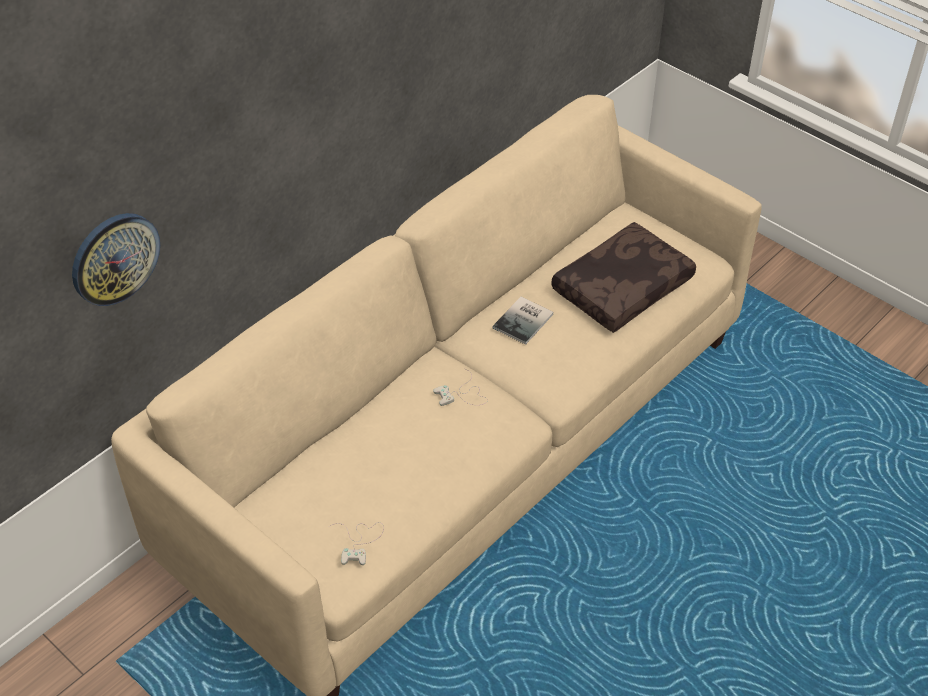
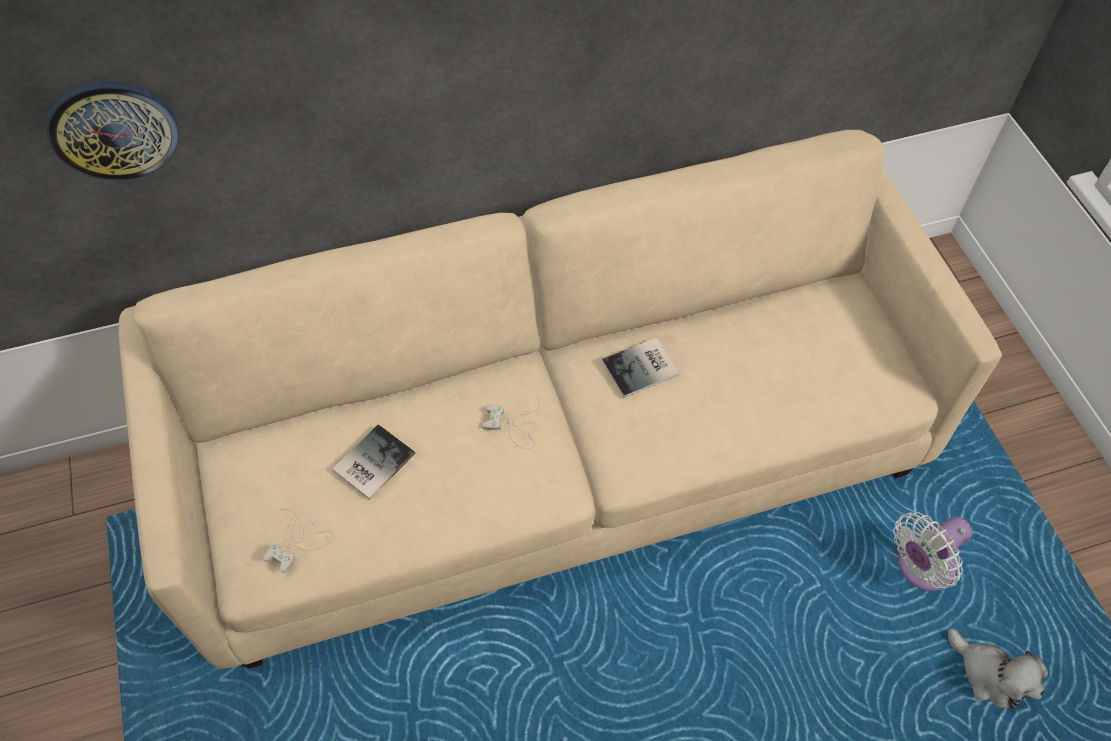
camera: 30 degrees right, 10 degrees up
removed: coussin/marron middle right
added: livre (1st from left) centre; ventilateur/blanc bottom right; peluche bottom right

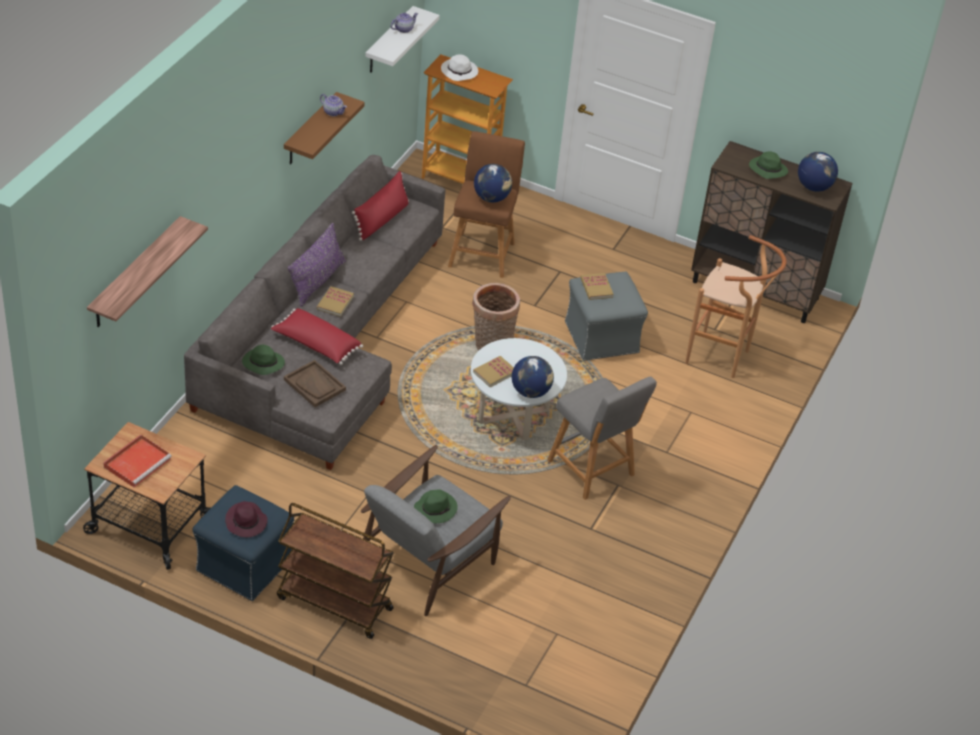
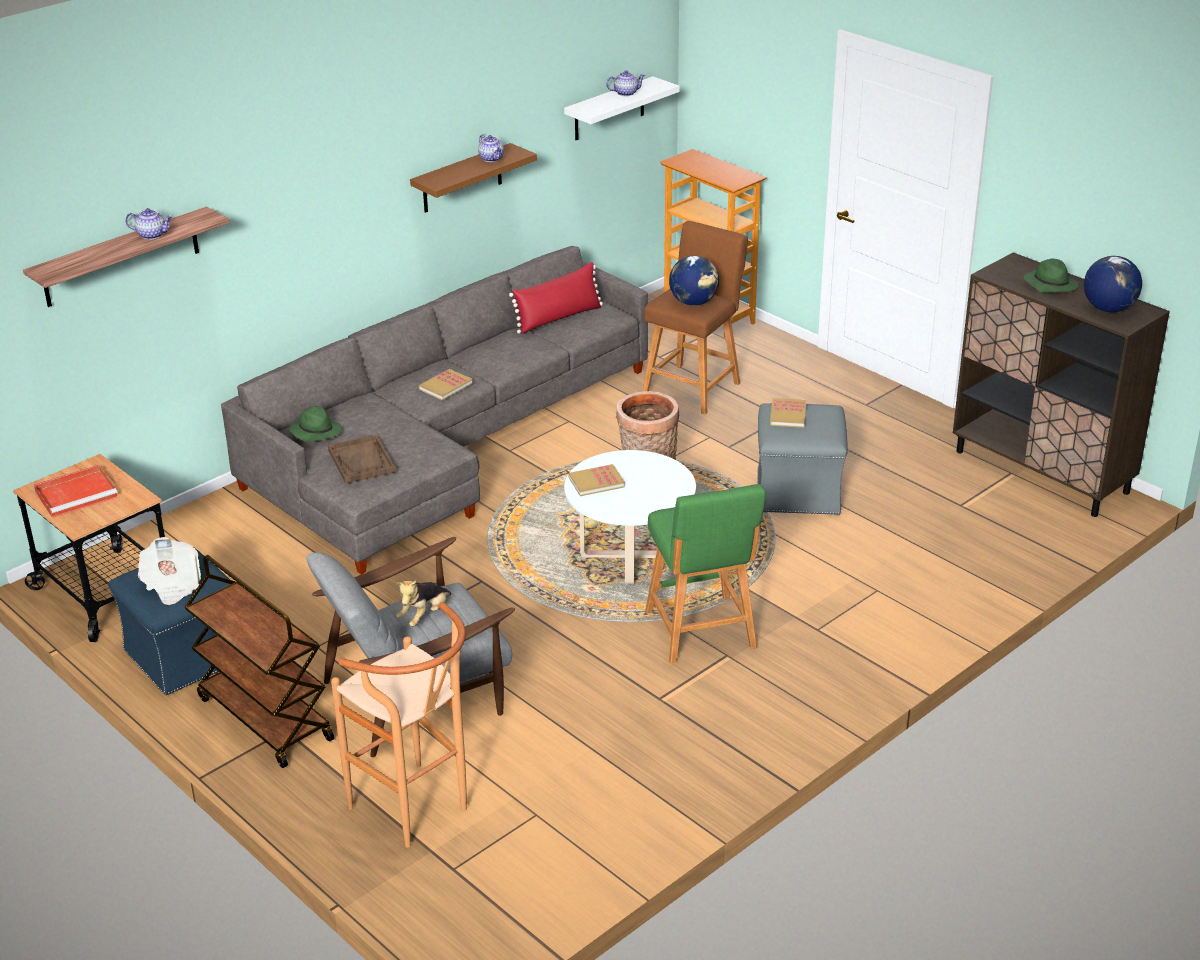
camera: 25 degrees right, 10 degrees down
removed: chapeau/blanc top centre; coussin/violet middle left; coussin/rouge (1st from left) middle left; globe (2nd from left) centre
added: théière (1st from left) top left
moved: tabouret/marron (2nd from left in the first image) middle right to tabouret/marron (1st from left) bottom left
replaced: chapeau/vert (2nd from left) bottom centre to peluche centre; chapeau/violet bottom left to journal middle left
recoloured: tabouret/gris centre to tabouret/vert centre

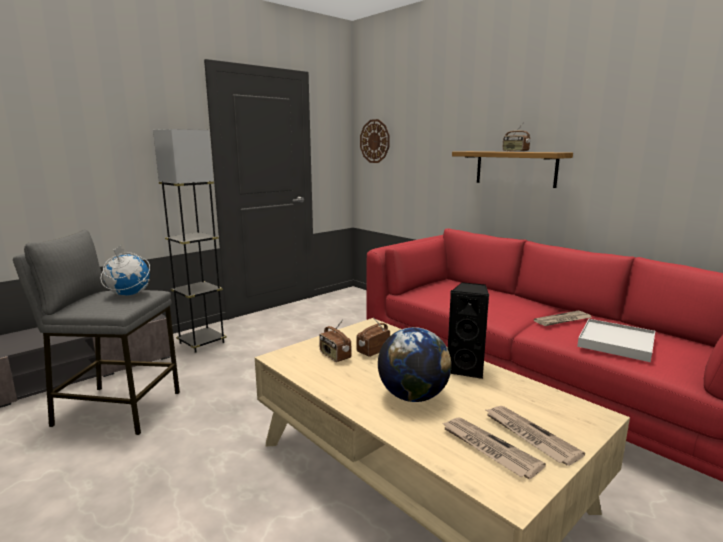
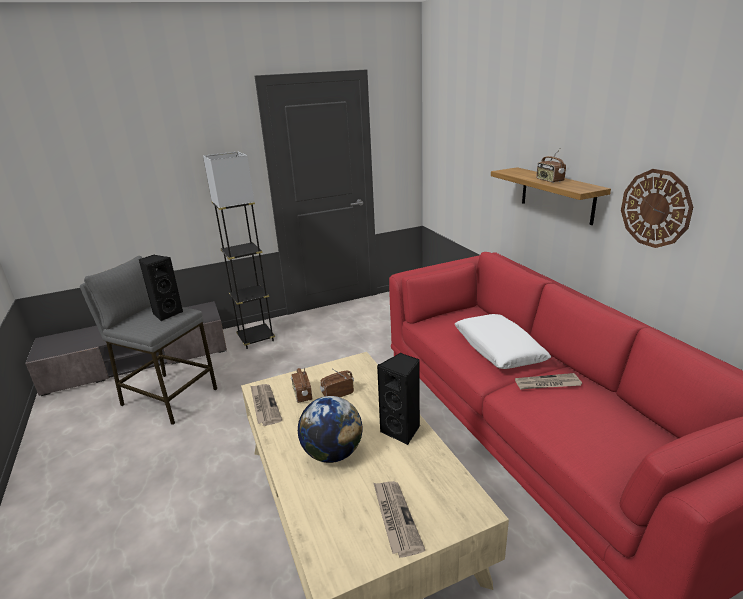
camera: 20 degrees right, 10 degrees up
removed: plateau/blanc middle right
added: coussin/blanc middle right
moved: horloge murale top centre to middle right; journal (1st from left) bottom right to bottom centre
replaced: globe (1st from left) middle left to enceinte/noir (1st from left) middle left

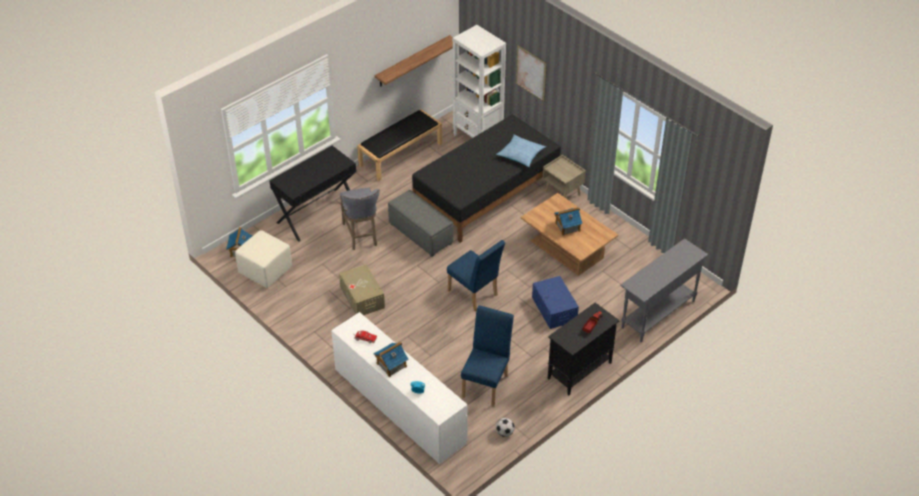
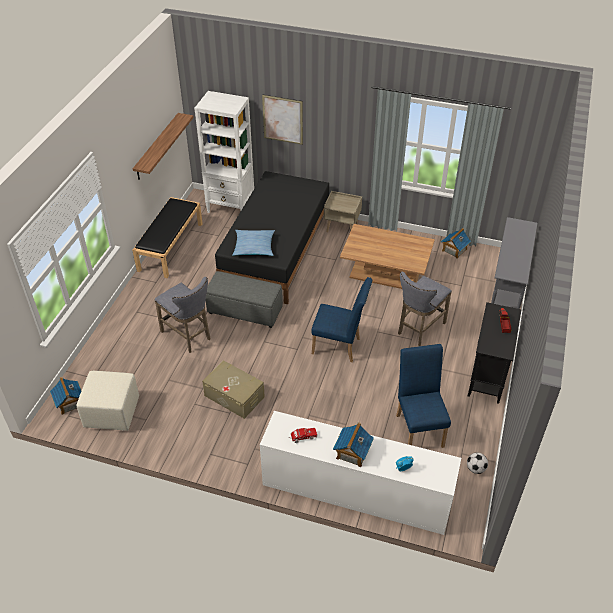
camera: 30 degrees left, 0 degrees up
removed: bureau/noir centre
moved: coussin top centre to centre; maison miniature (3rd from left) centre to middle right
replaced: boîte de rangement/bleu centre to tabouret/gris (2nd from left) middle right

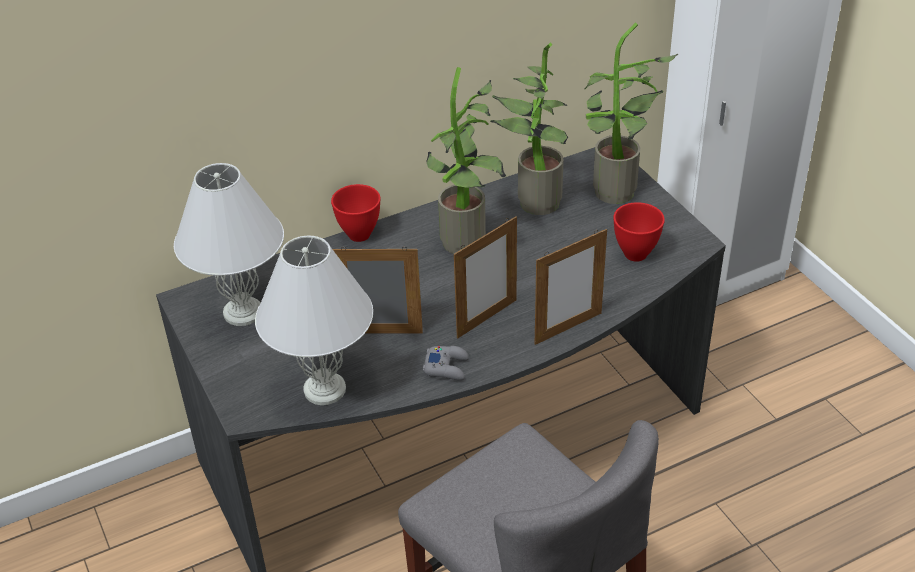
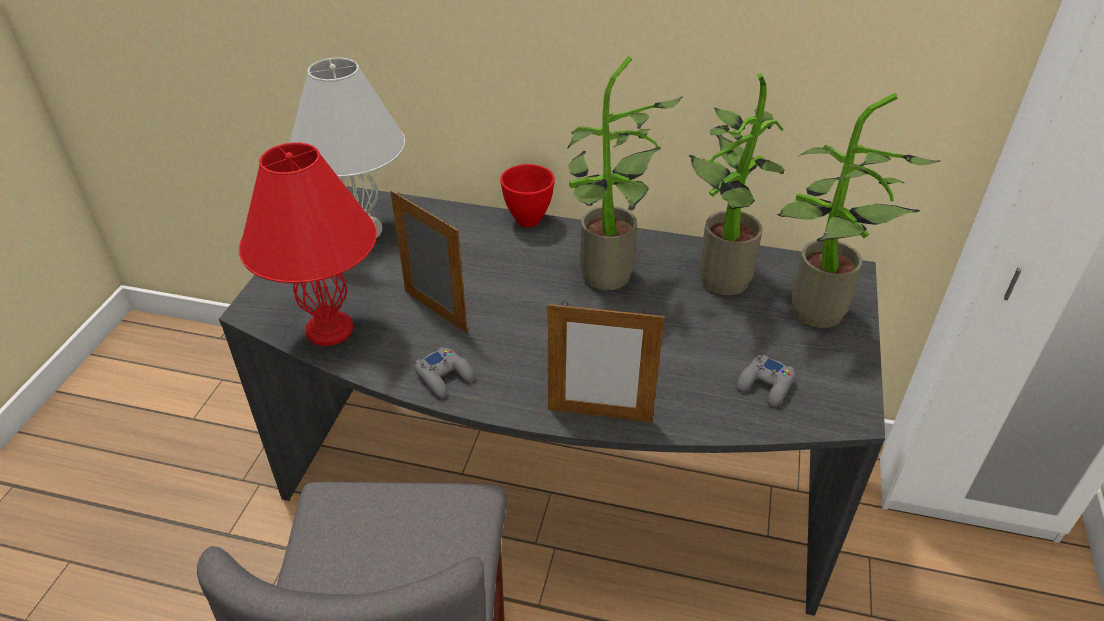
camera: 40 degrees right, 0 degrees up
removed: cadre photo (2nd from left) centre
replaced: bol/rouge (2nd from left) middle right to manette/gris (2nd from left) middle right
recoloured: lampe de table/blanc (2nd from left) centre to lampe de table/rouge middle left

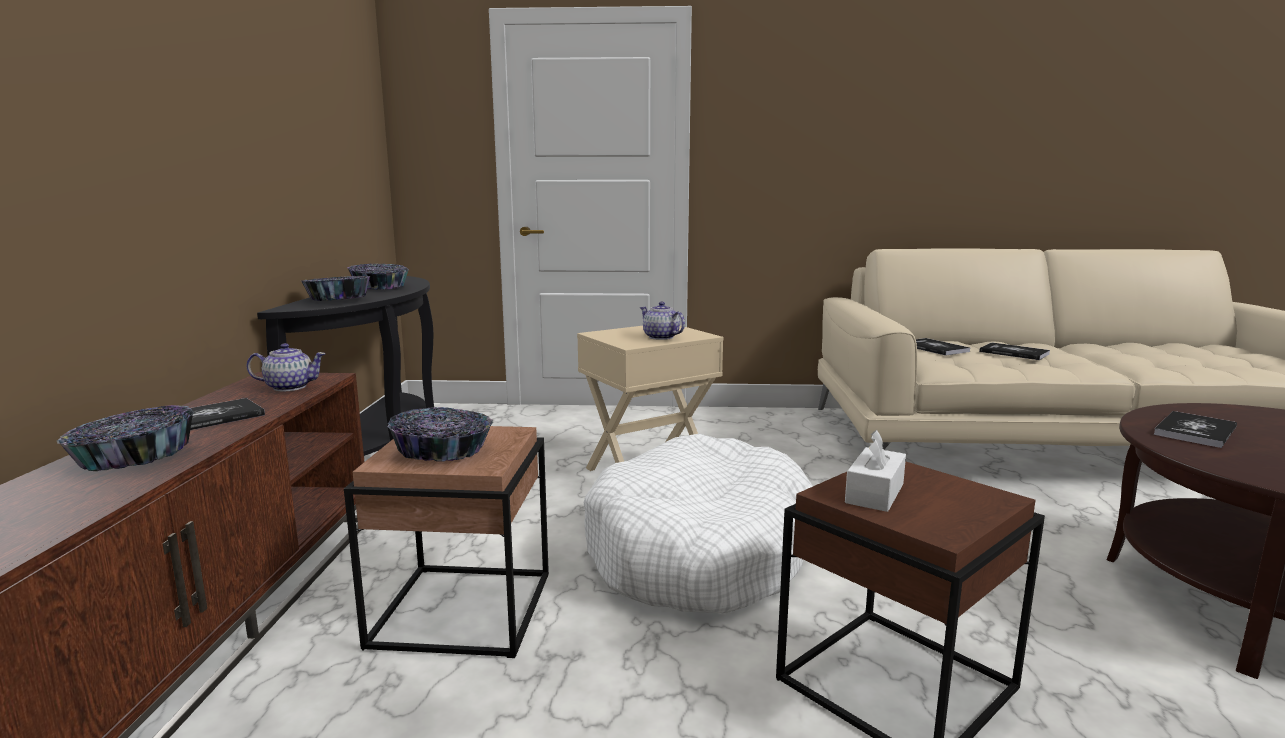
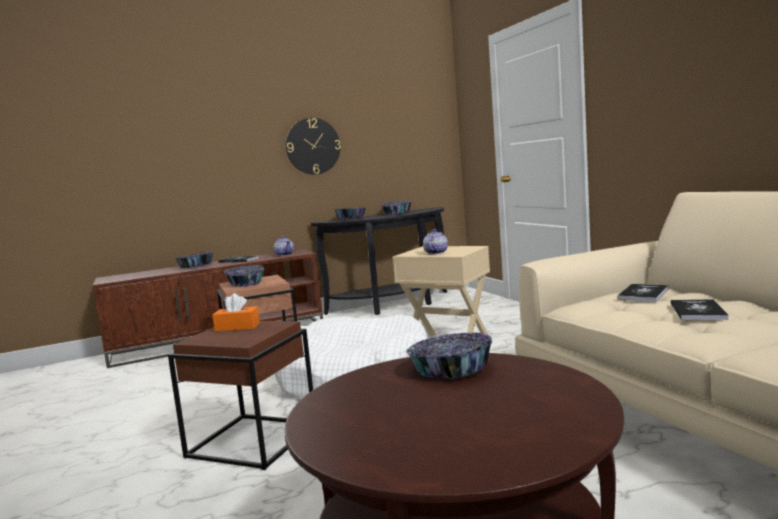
camera: 65 degrees right, 5 degrees down
added: horloge murale top centre
replaced: livre (4th from left) middle right to bol (5th from left) bottom centre
recoloured: boîte à mouchoirs/blanc middle right to boîte à mouchoirs/orange middle left

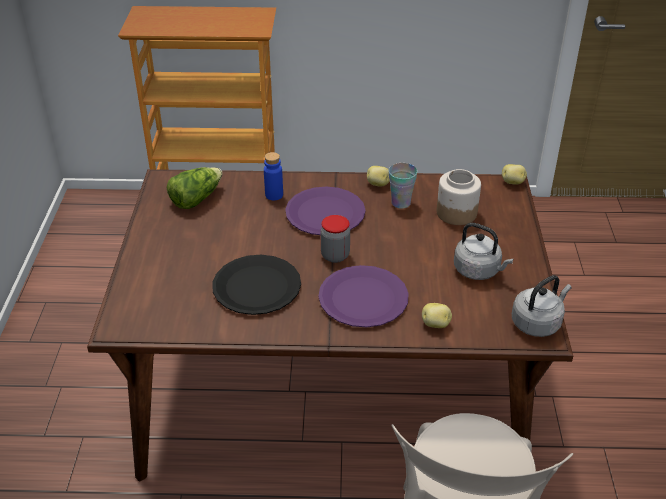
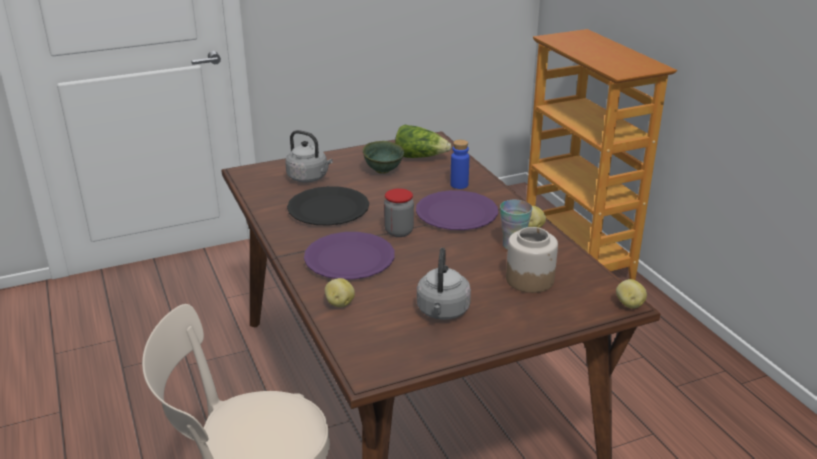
camera: 65 degrees right, 10 degrees down
added: bol/vert centre
moved: bouilloire/gris (2nd from left in the first image) middle right to bouilloire/gris (1st from left) centre

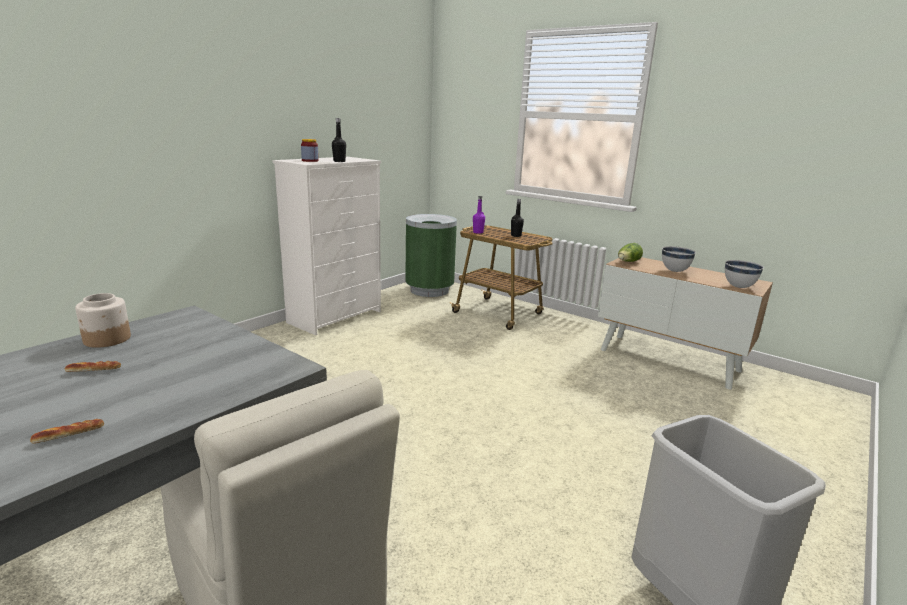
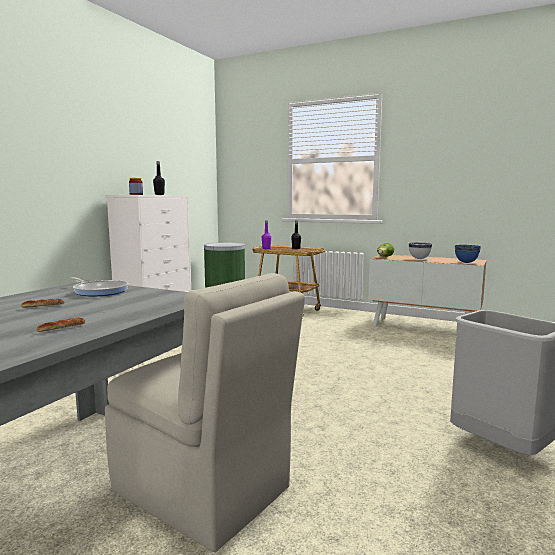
camera: 10 degrees left, 10 degrees down
removed: bocal (1st from left) middle left
added: poêle middle left
recoloured: bol/blanc (2nd from left) middle right to bol/bleu middle right

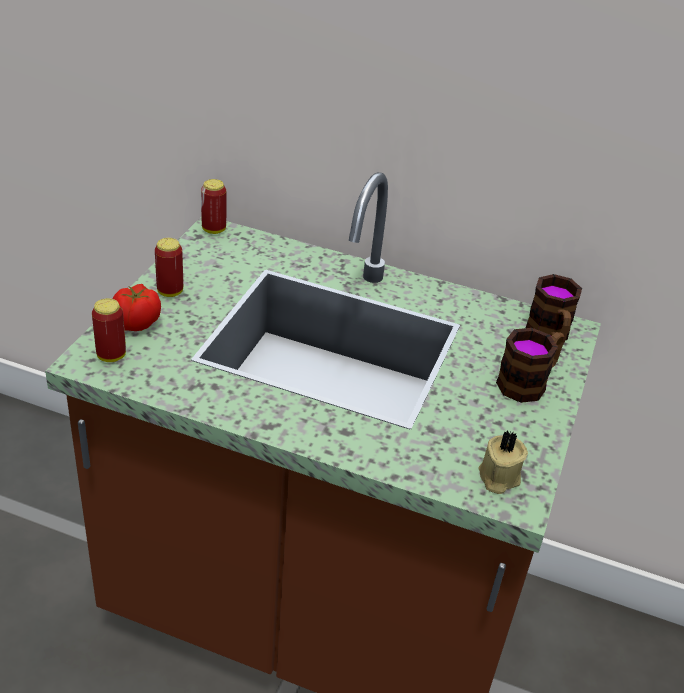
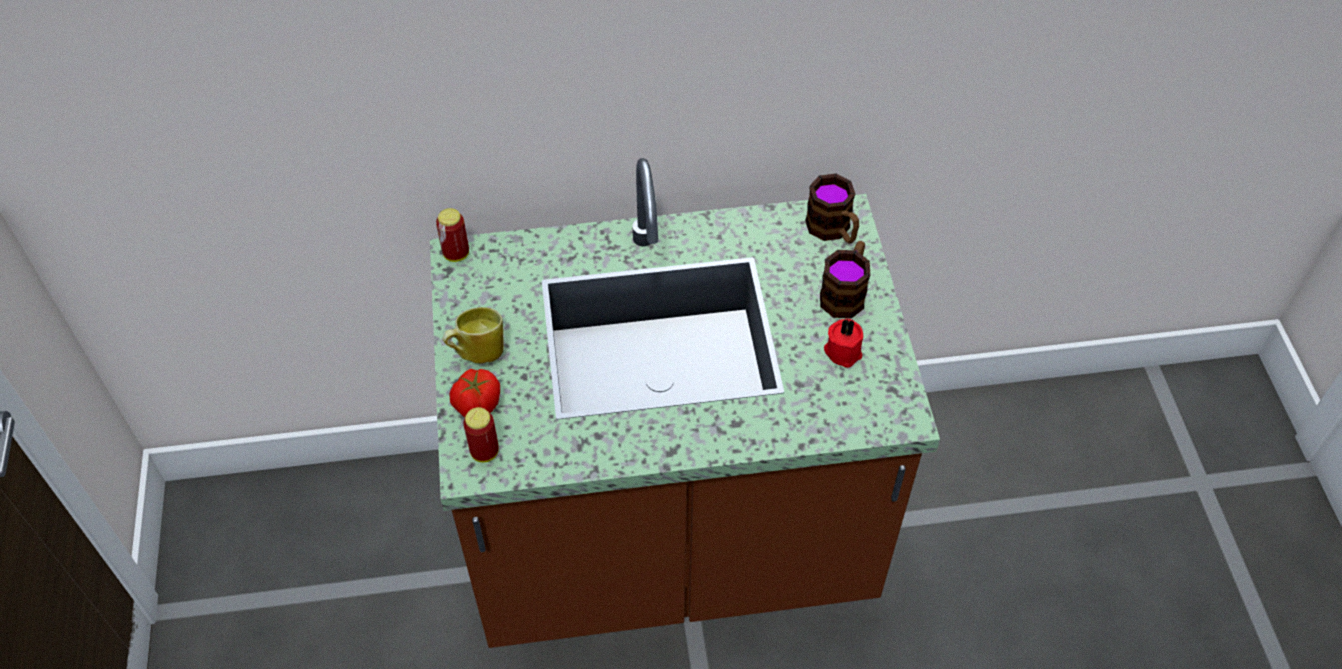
camera: 25 degrees left, 15 degrees up
removed: bougie/beige bottom right
added: bougie/rouge centre
replaced: boîte métallique (2nd from left) middle left to mug (1st from left) centre

